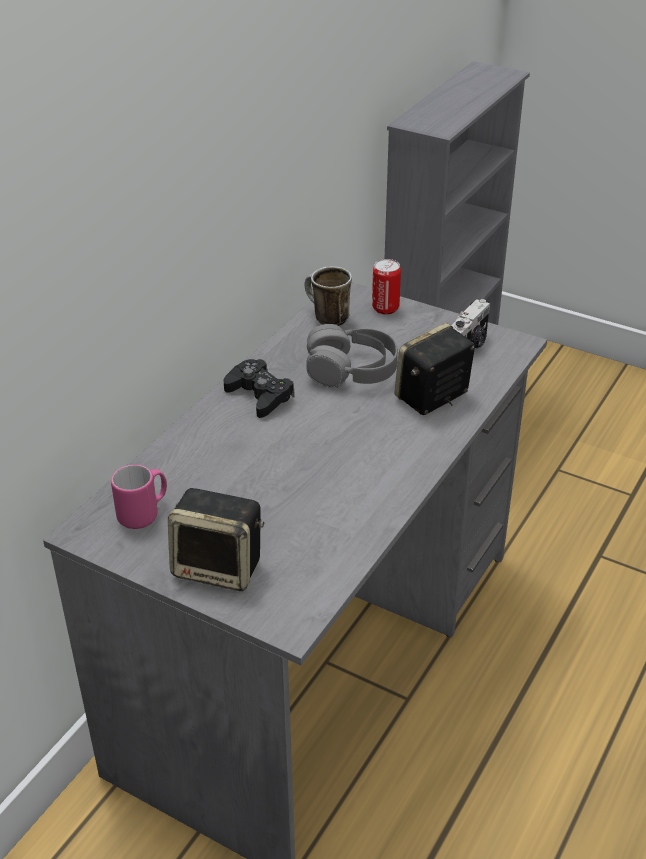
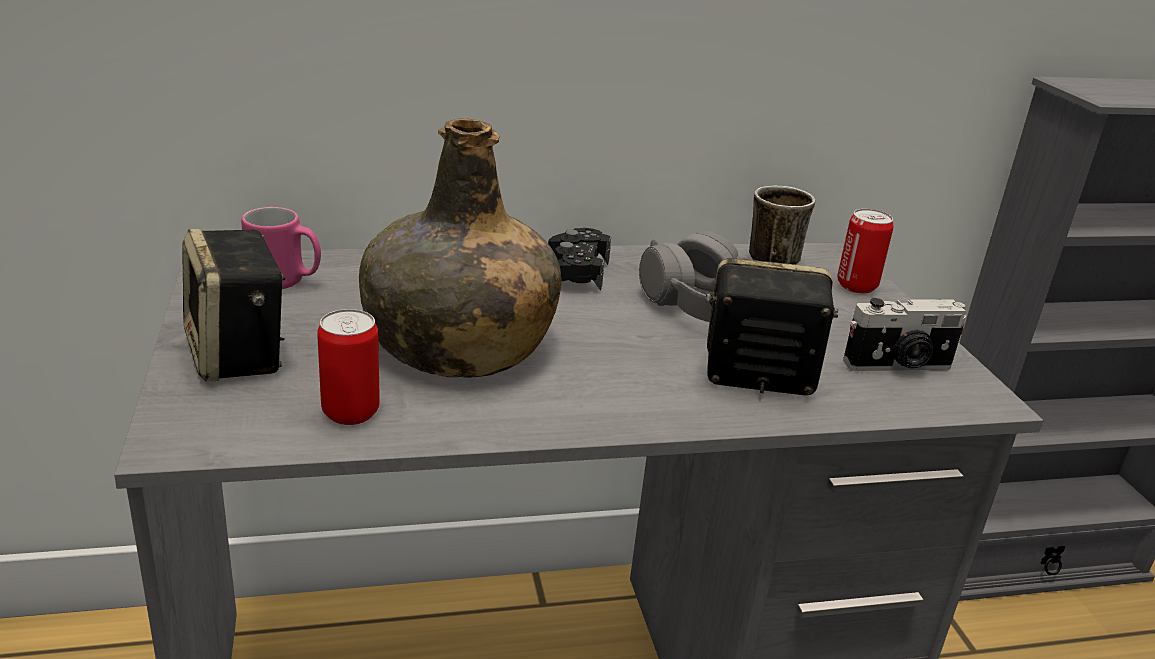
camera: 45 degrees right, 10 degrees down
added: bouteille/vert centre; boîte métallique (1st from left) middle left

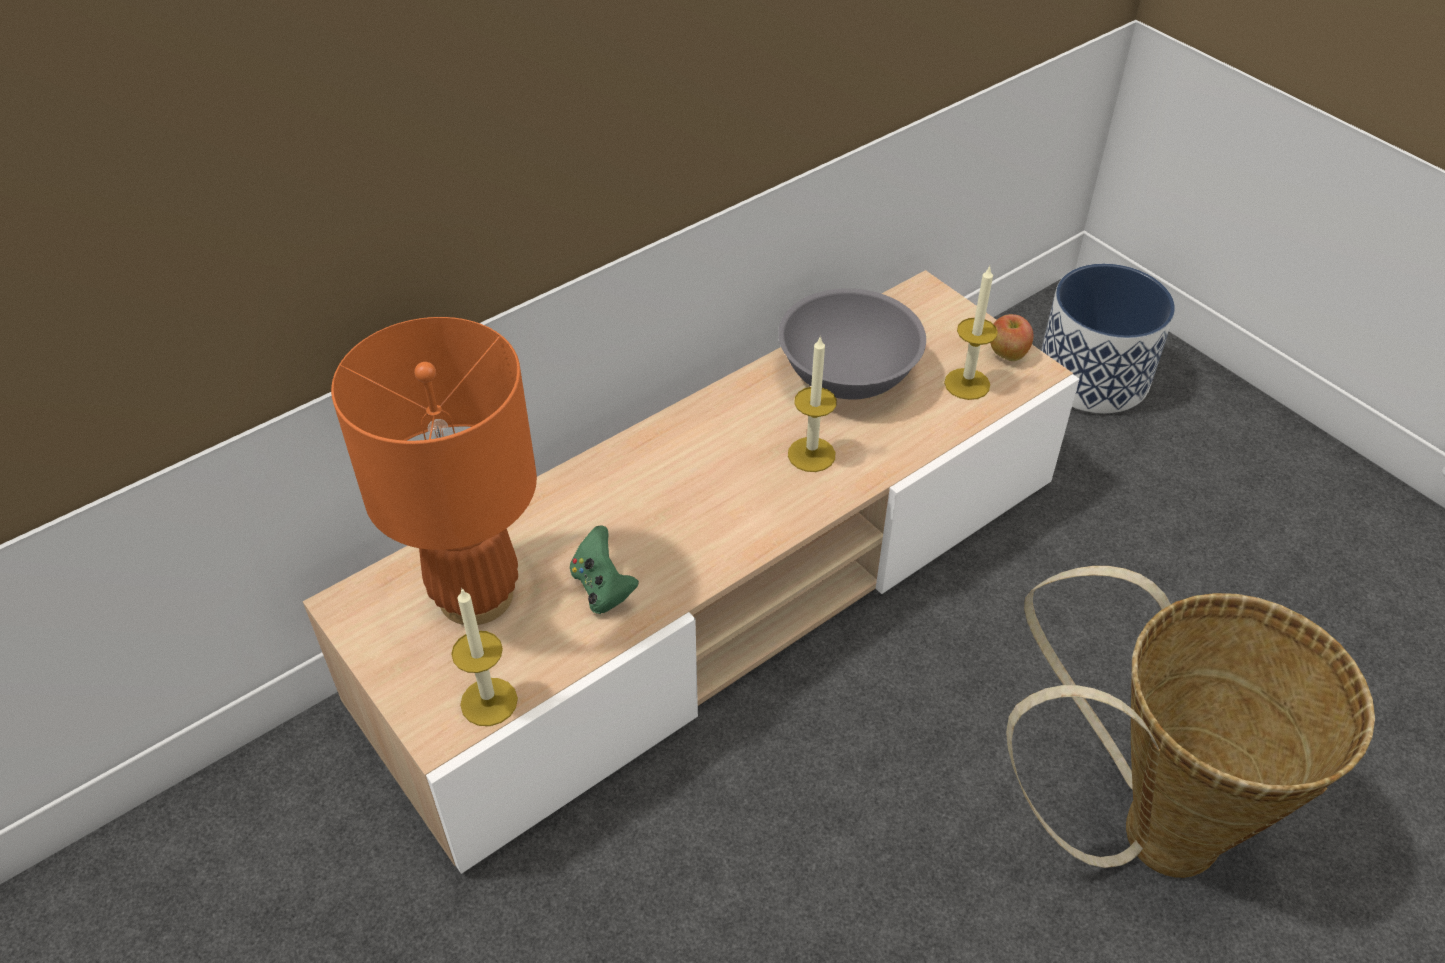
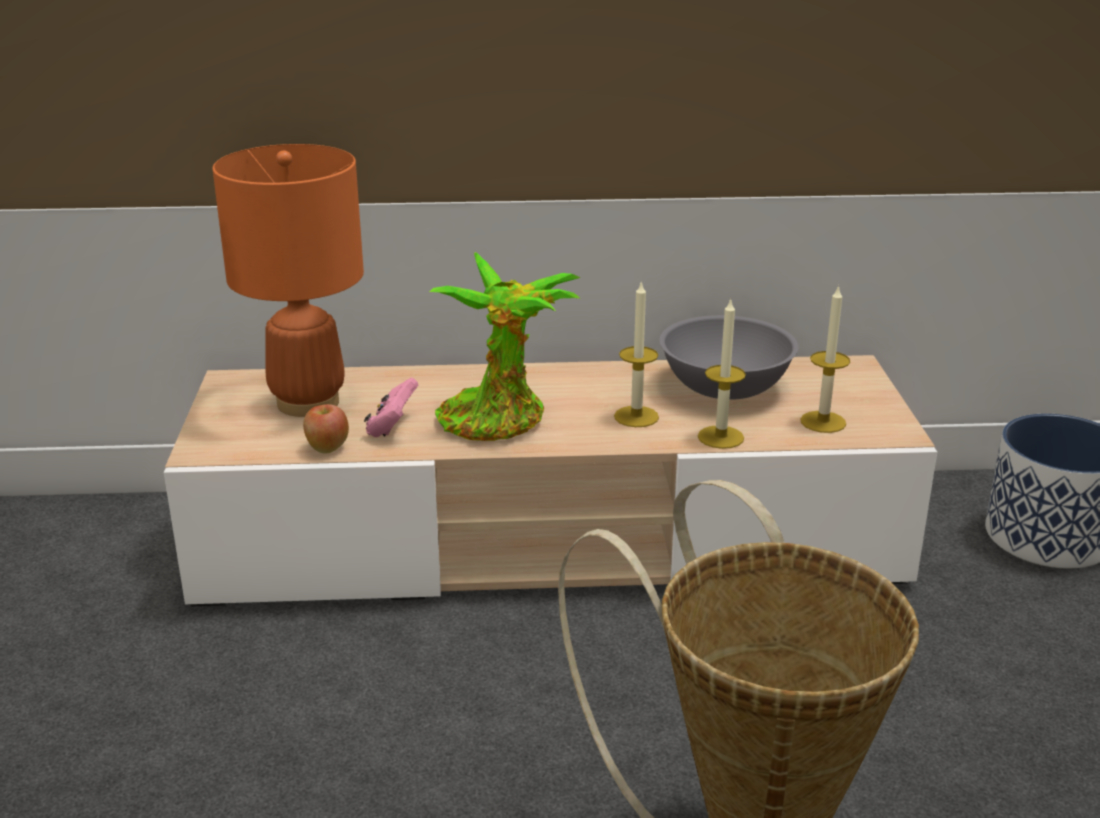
camera: 35 degrees right, 20 degrees down
added: plante en pot centre
moved: pomme middle right to middle left; bougie (1st from left in the first image) bottom centre to bougie (2nd from left) centre
recoloured: manette/vert centre to manette/rose centre

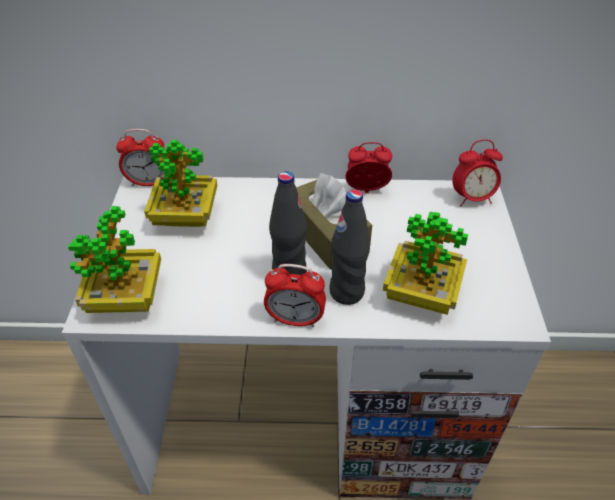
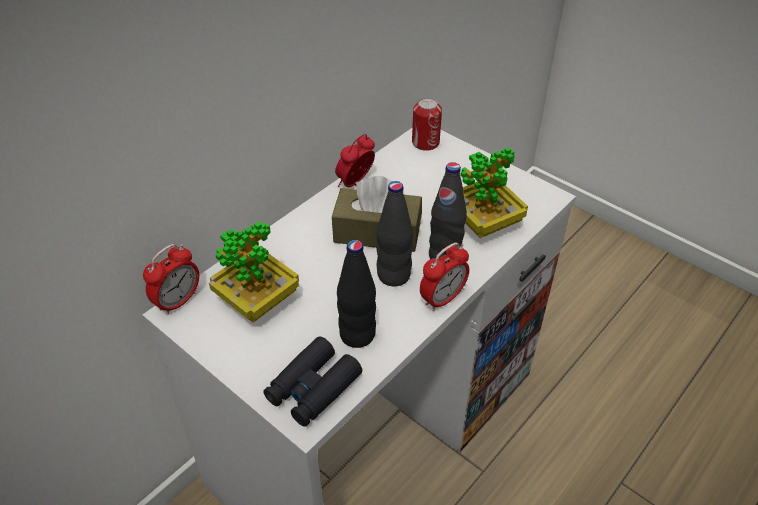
camera: 50 degrees left, 0 degrees up
added: bouteille/noir (1st from left) centre
replaced: réveil (4th from left) middle right to boîte métallique top centre; plante en pot (1st from left) middle left to jumelles/noir bottom centre

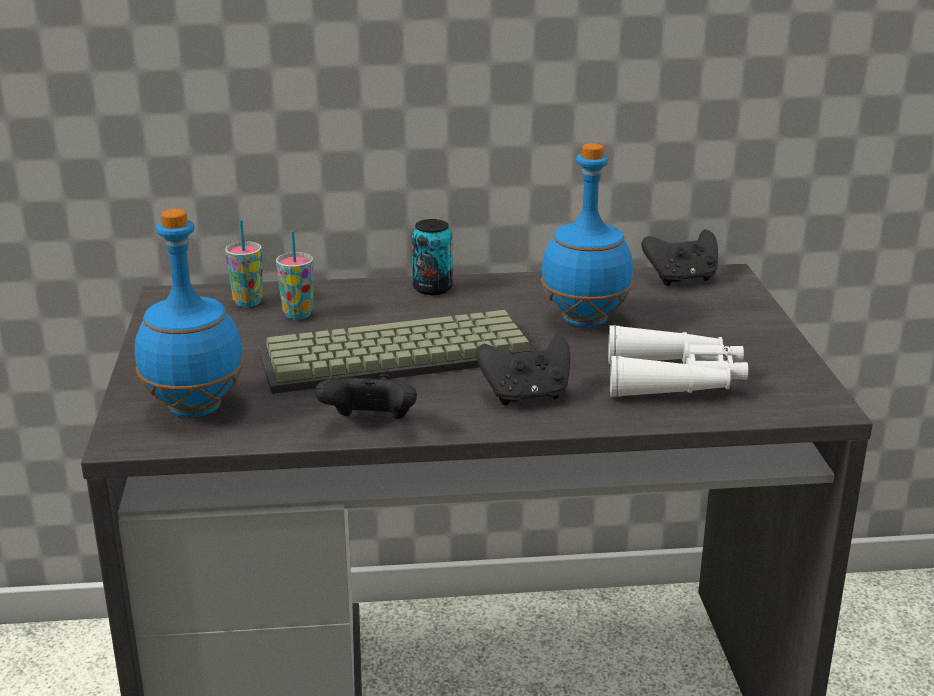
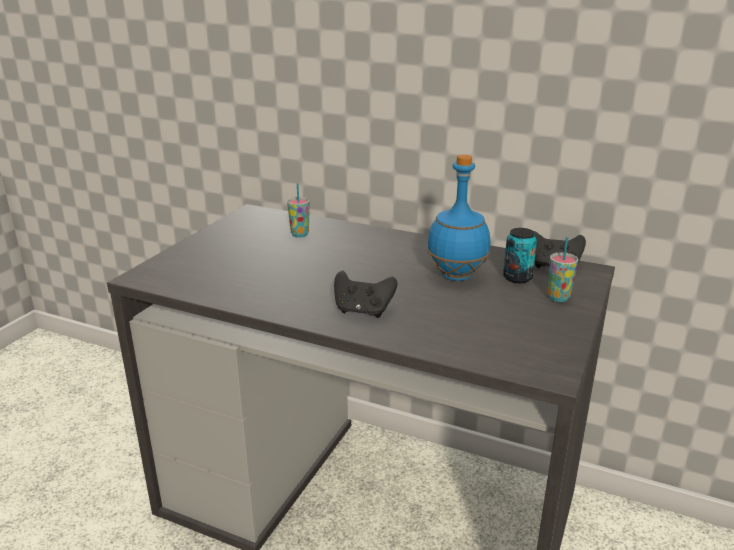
camera: 30 degrees right, 0 degrees up
removed: bouteille/bleu (1st from left) middle left; clavier centre; jumelles/blanc middle right; manette/noir (1st from left) centre
moved: boîte métallique centre to middle right; tasse (1st from left in the first image) middle left to tasse (2nd from left) middle right

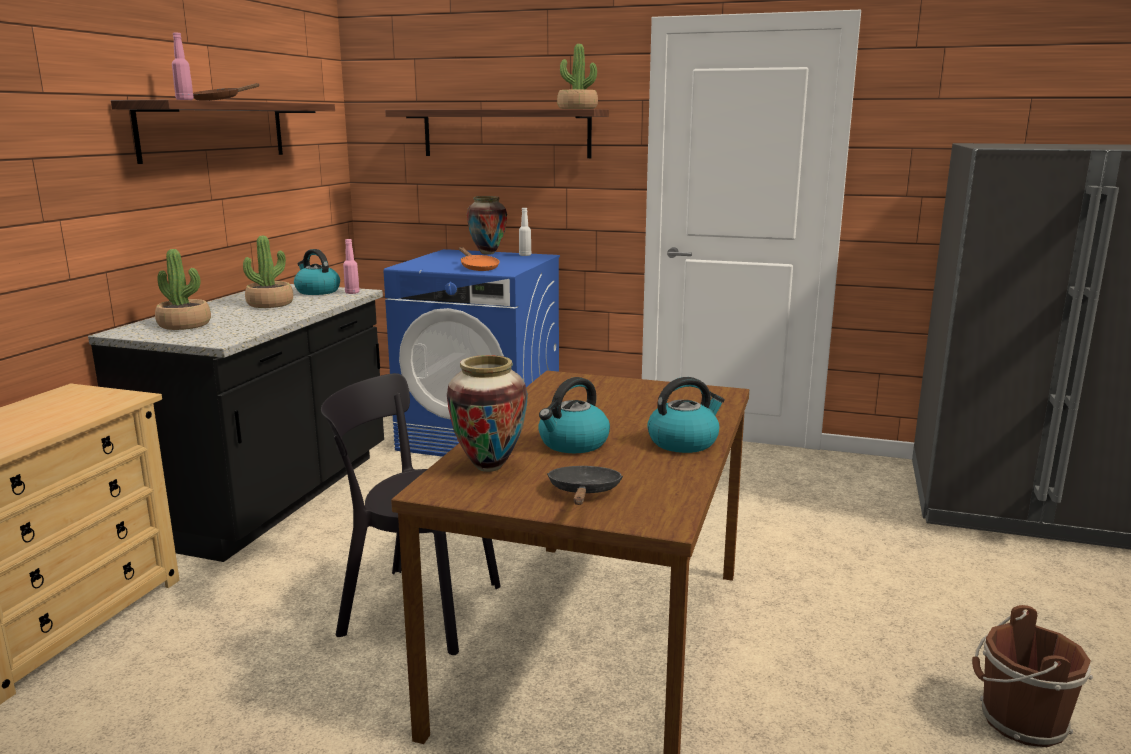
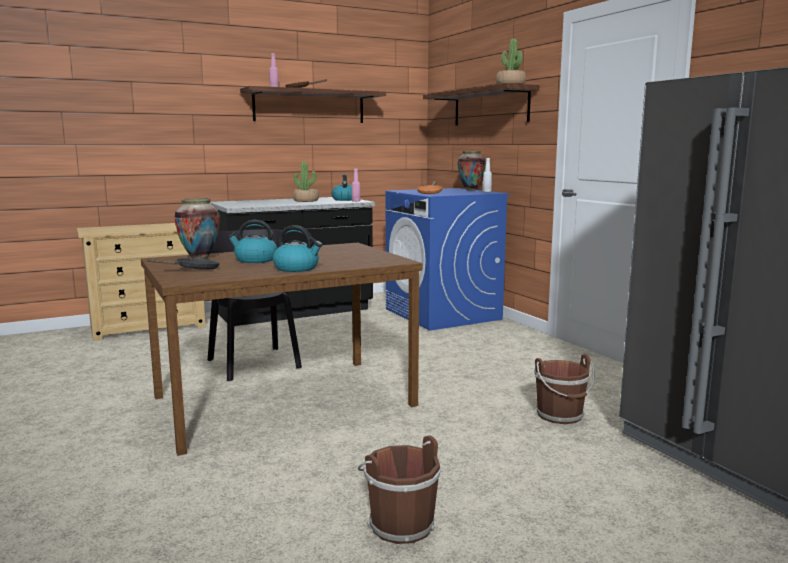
camera: 45 degrees right, 5 degrees down
removed: plante en pot (1st from left) middle left
added: seau/marron (2nd from left) bottom right

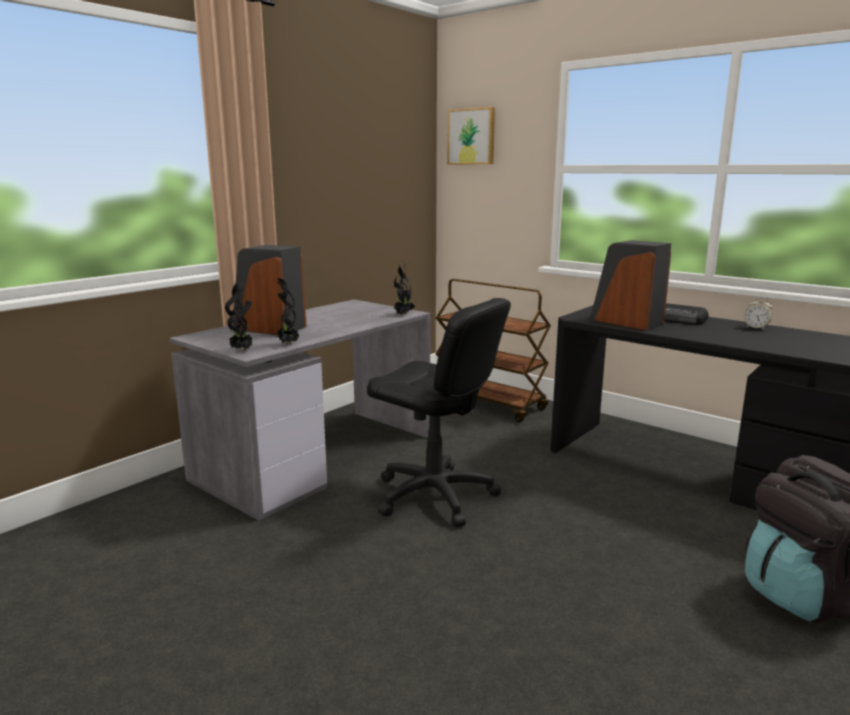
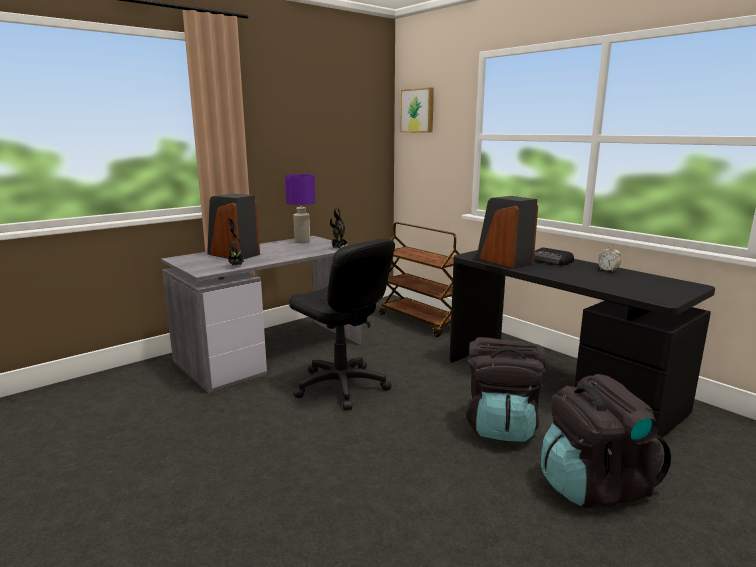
camera: 10 degrees right, 0 degrees up
removed: plante en pot (1st from left) middle left
added: lampe de table/violet centre; sac à dos/noir (1st from left) bottom right

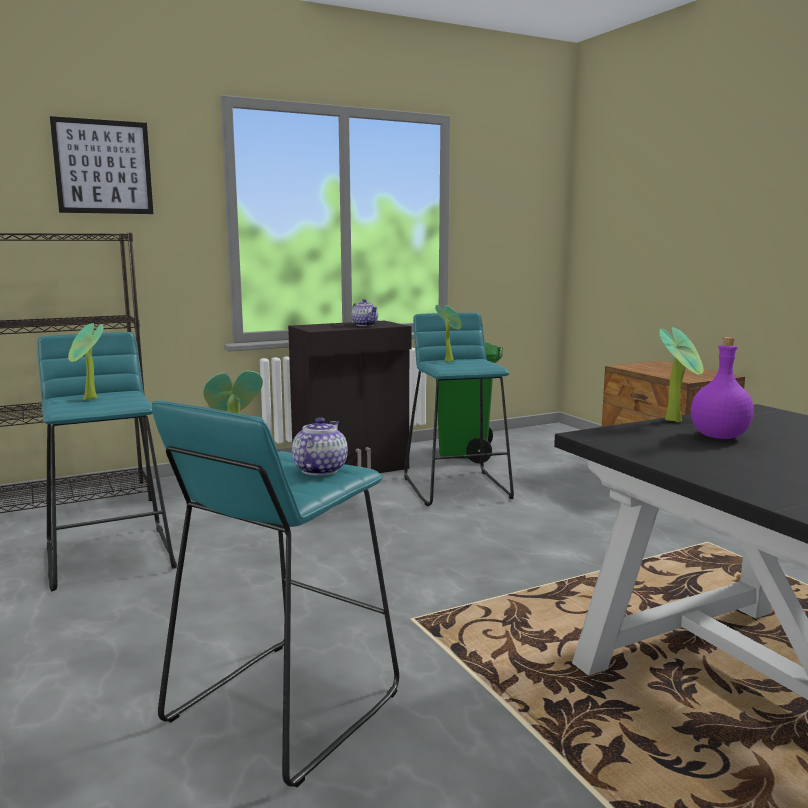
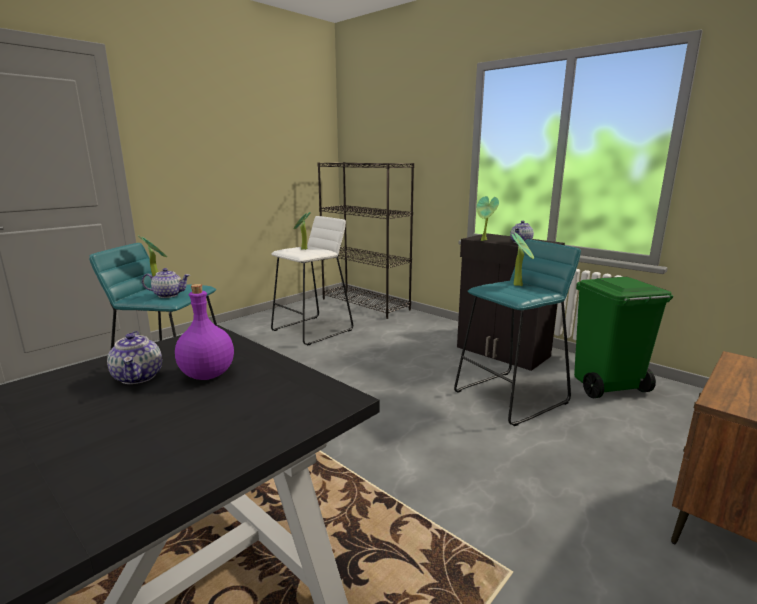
camera: 70 degrees right, 5 degrees up
removed: tableau top left
added: théière (1st from left) middle left
moved: plante en pot (4th from left in the first image) middle right to plante en pot (3rd from left) centre
recoloured: tabouret/turquoise (1st from left) middle left to tabouret/blanc centre

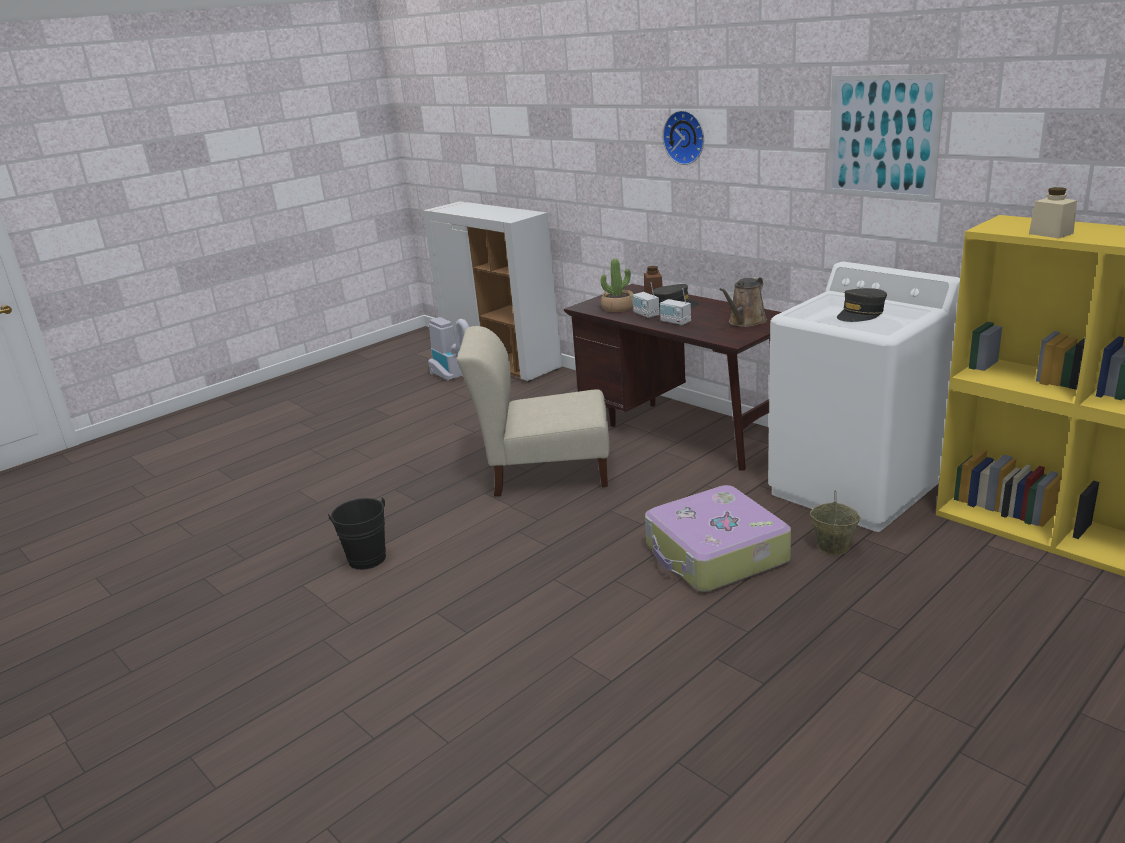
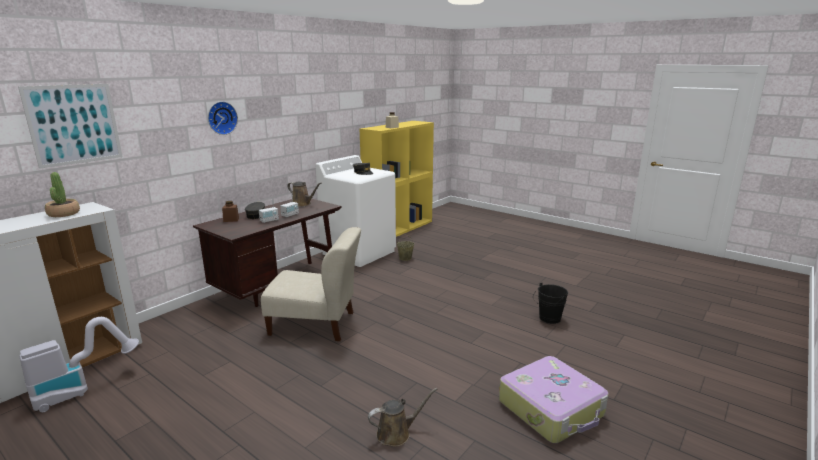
camera: 100 degrees left, 5 degrees down
added: arrosoir/marron (2nd from left) bottom centre
moved: tableau top right to top left; plante en pot centre to middle left; valise centre to bottom right; seau/noir middle left to middle right
turned: chaise/beige centre = centre 75 degrees counterclockwise

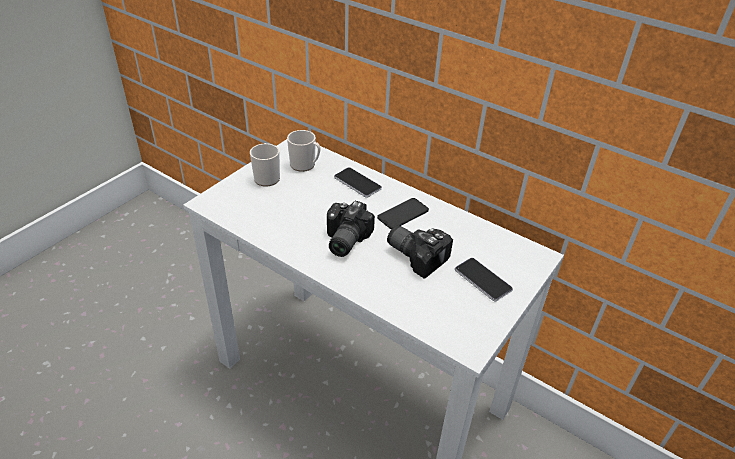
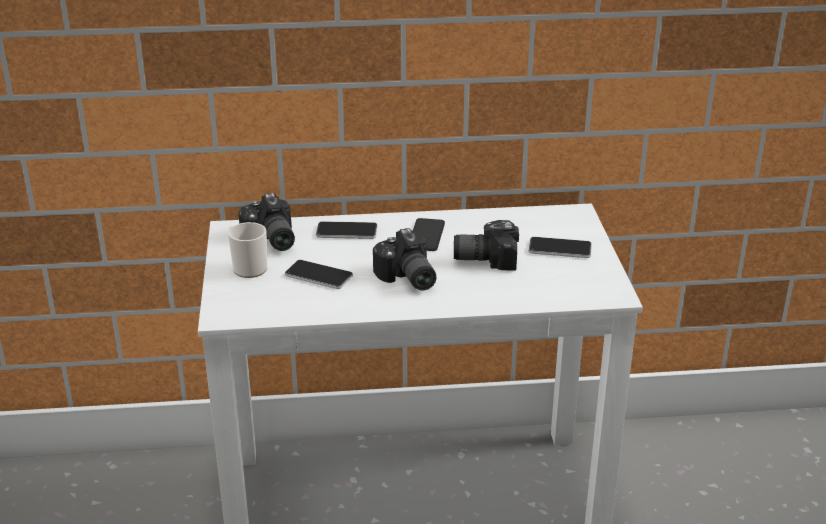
camera: 40 degrees left, 10 degrees down
added: téléphone (1st from left) centre
replaced: mug (2nd from left) top centre to appareil photo (1st from left) middle left

